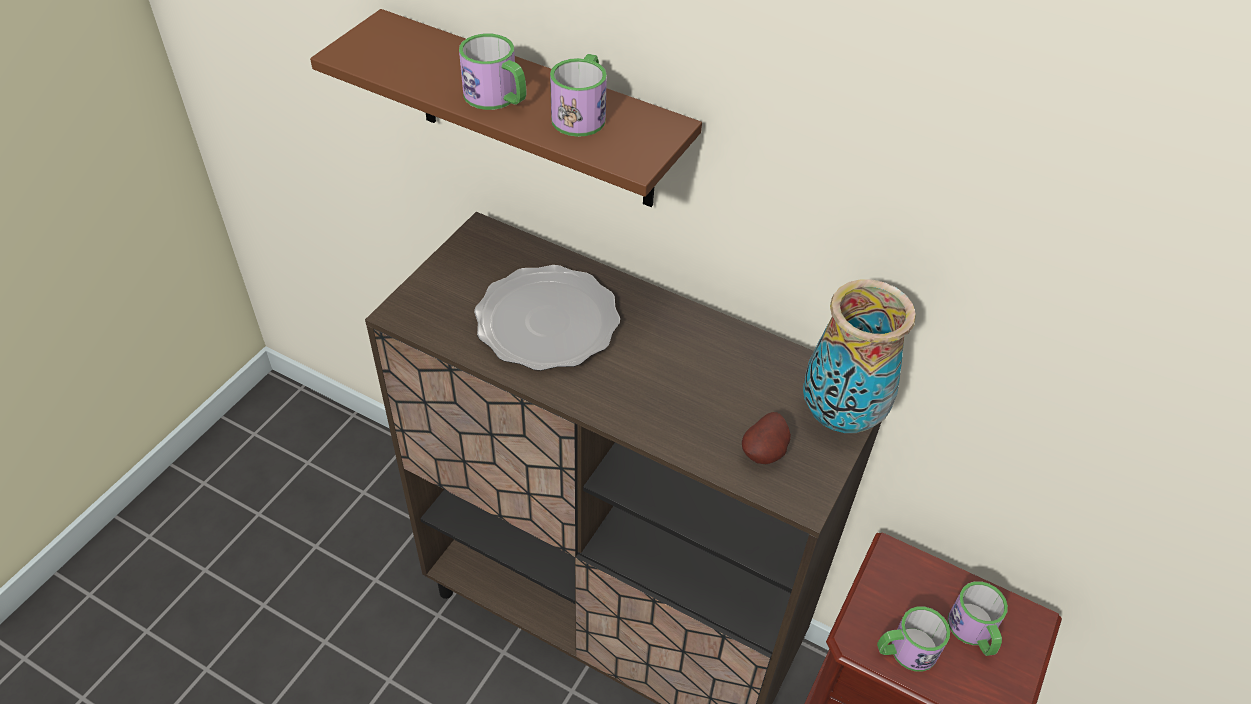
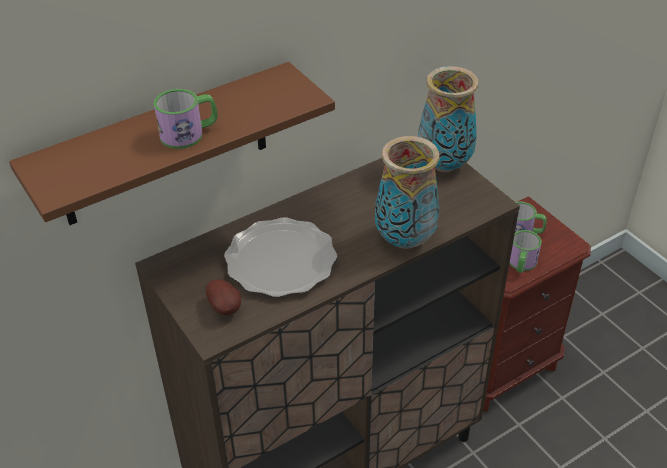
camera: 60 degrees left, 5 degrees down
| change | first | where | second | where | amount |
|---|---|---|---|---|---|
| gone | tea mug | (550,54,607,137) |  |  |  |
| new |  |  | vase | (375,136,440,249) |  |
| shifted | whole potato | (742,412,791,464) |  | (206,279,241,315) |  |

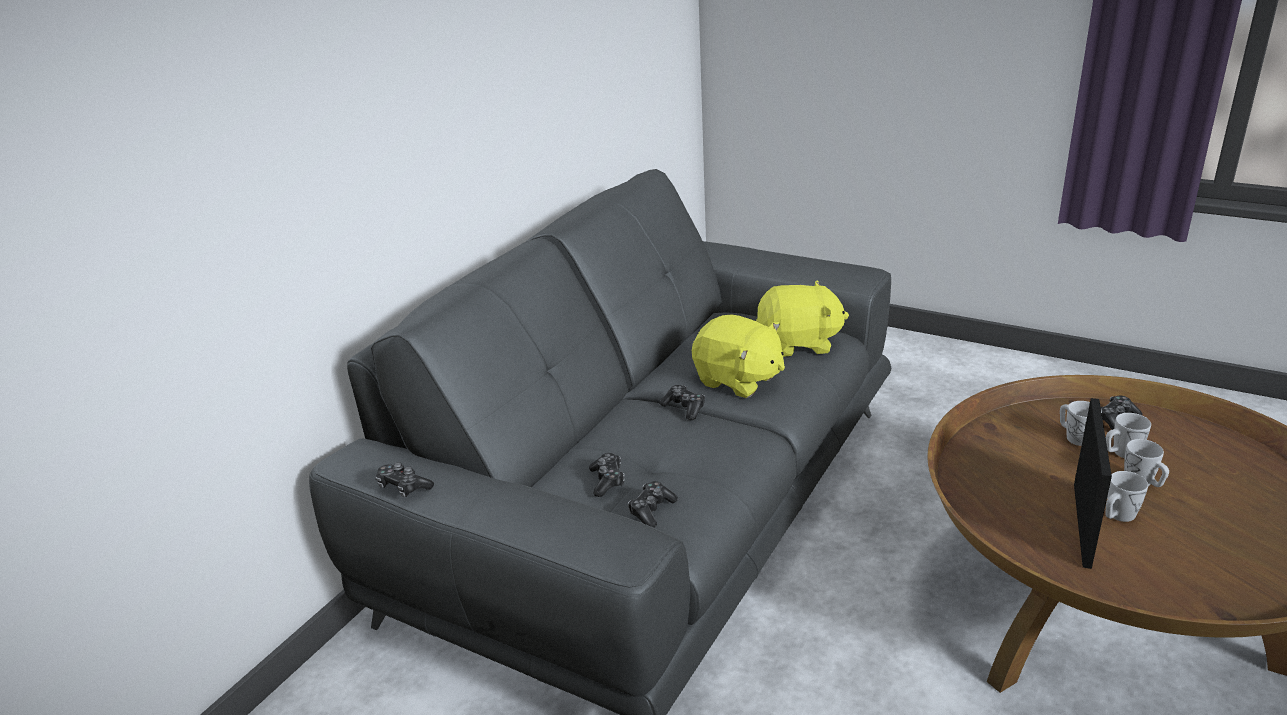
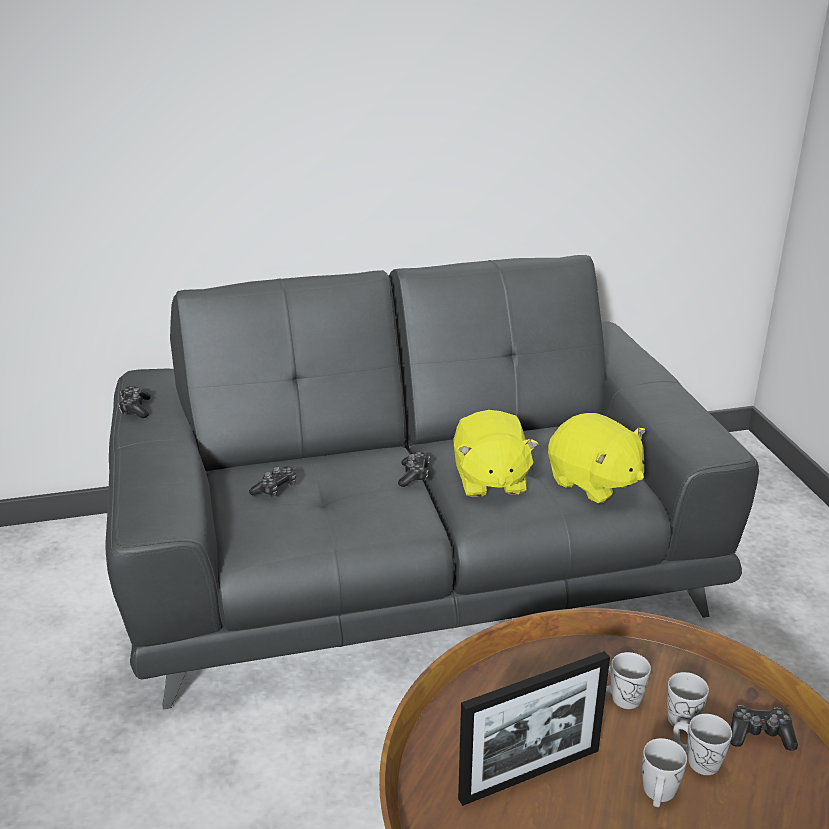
camera: 45 degrees right, 0 degrees up
| change | first | where | second | where | amount |
|---|---|---|---|---|---|
| gone | joypad | (628,481,678,528) |  |  |  |
| shifted | tea mug/whitish | (1105,471,1148,522) |  | (606,652,651,709) |  |

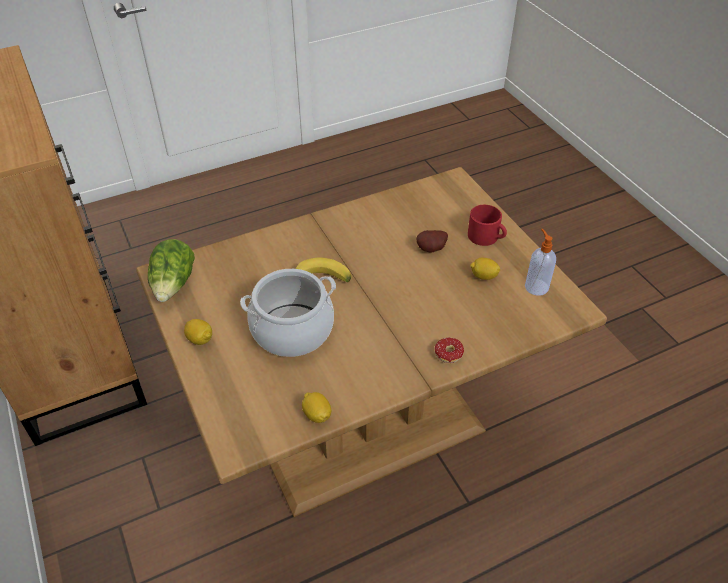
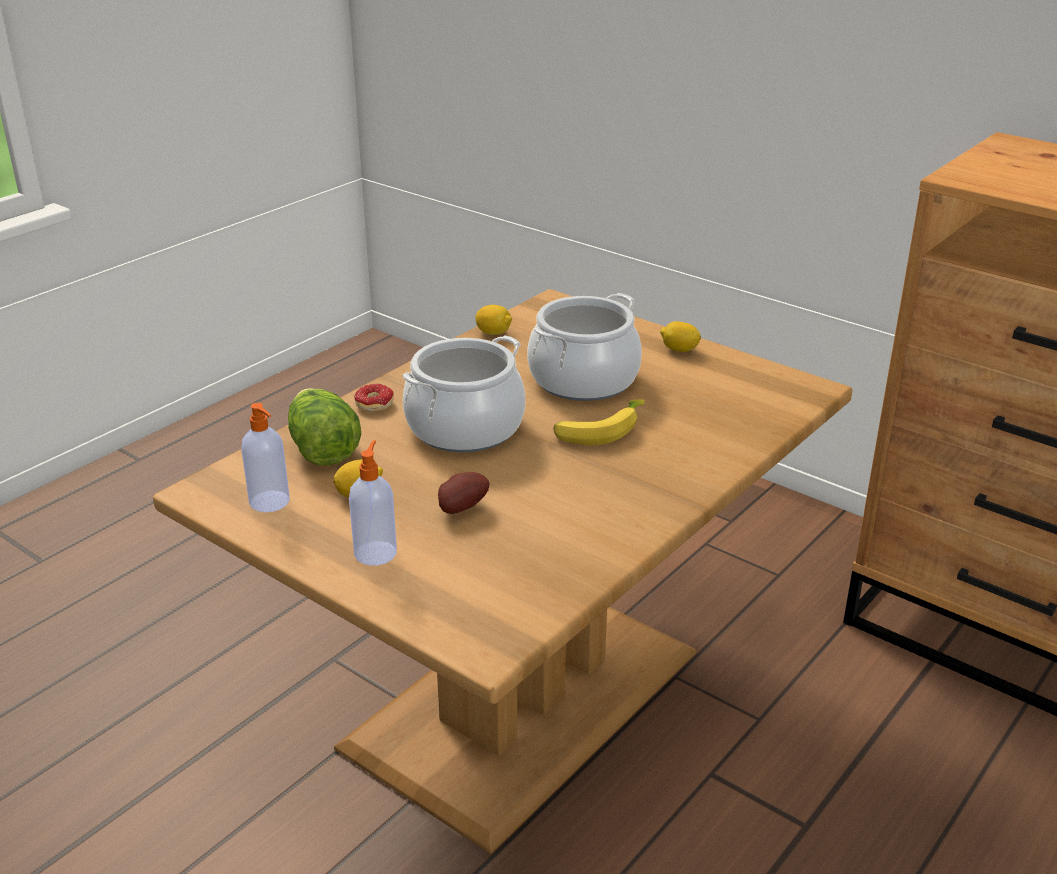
camera: 155 degrees right, 15 degrees down
| change | first | where | second | where | amount |
|---|---|---|---|---|---|
| new |  |  | saucepot | (403,335,525,452) |  |
| shifted | head of lettuce | (148,239,195,302) |  | (288,388,361,466) |  |
| swapped | tea mug/red-coloured | (468,205,507,246) | liquid soap bottle | (349,440,397,566) |  |

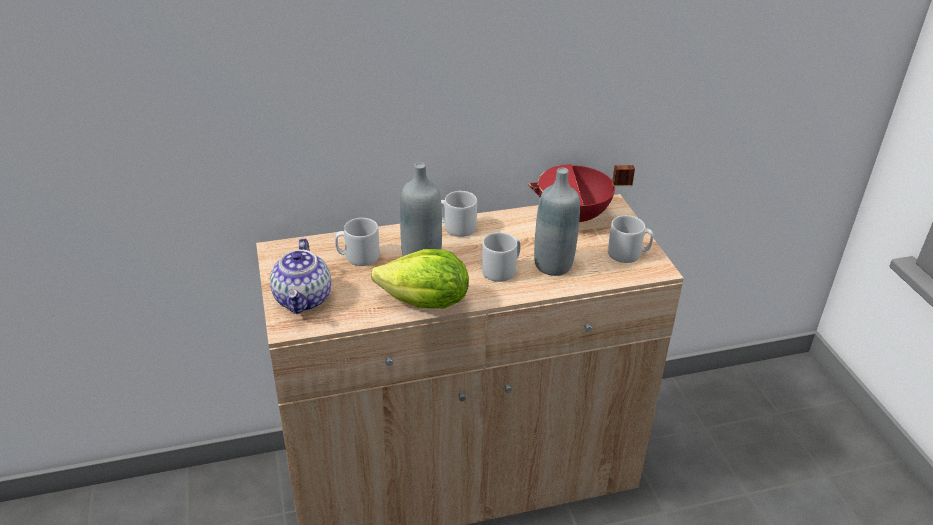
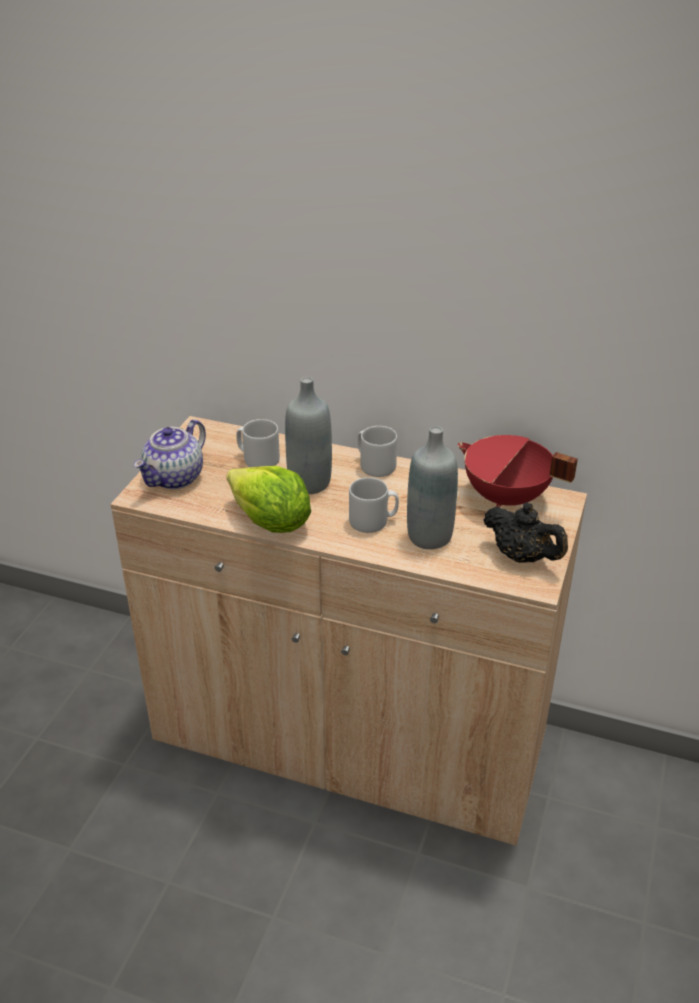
camera: 35 degrees right, 0 degrees up
| change | first | where | second | where | amount |
|---|---|---|---|---|---|
| swapped | tea mug/greyish | (608,215,653,263) | pot for tea/black-coloured | (483,503,568,563) |  |

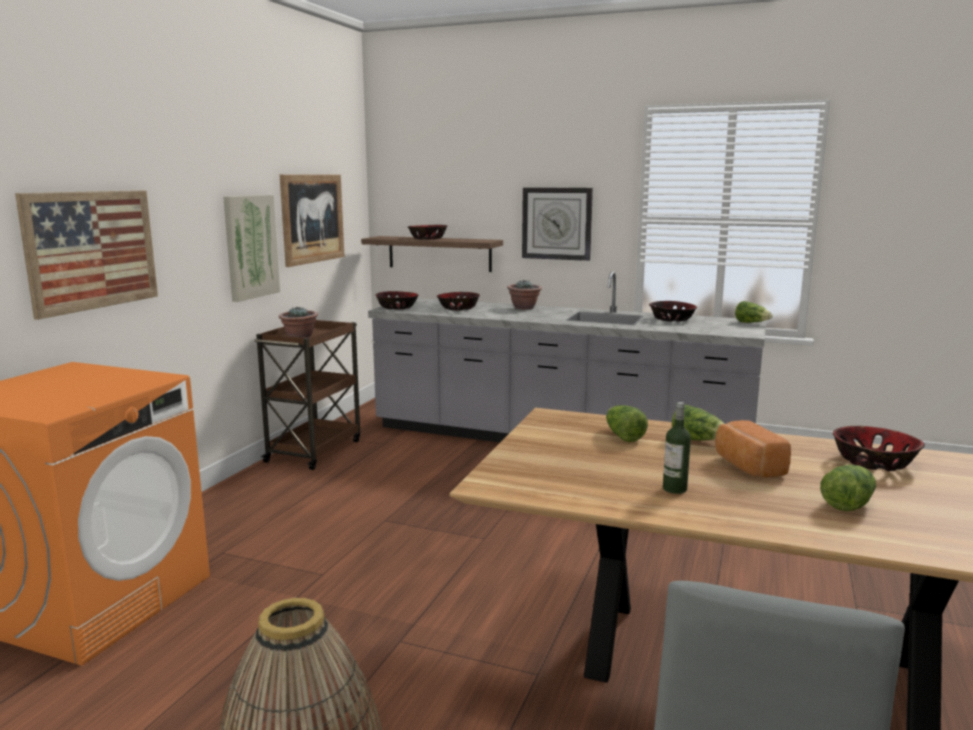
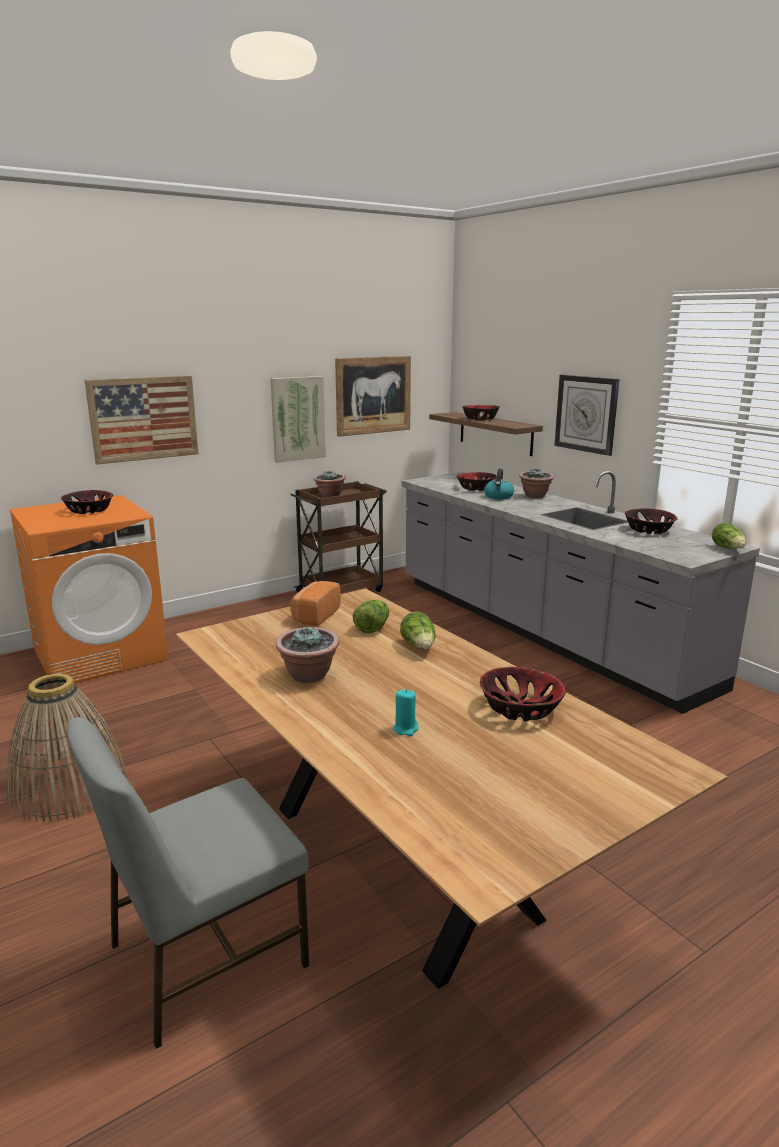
camera: 35 degrees right, 5 degrees up
| change | first | where | second | where | amount |
|---|---|---|---|---|---|
| new |  |  | tea kettle | (484,469,514,500) |  |
| shifted | serving bowl | (376,291,419,310) |  | (61,490,113,514) |  |
| shifted | baked bread | (715,420,791,478) |  | (290,581,341,626) |  |
| swapped | beverage bottle | (663,402,691,494) | plant in a pot | (276,627,339,683) |  |
| swapped | head of lettuce | (820,465,876,511) | wax candle/blue-green | (393,689,418,736) |  |

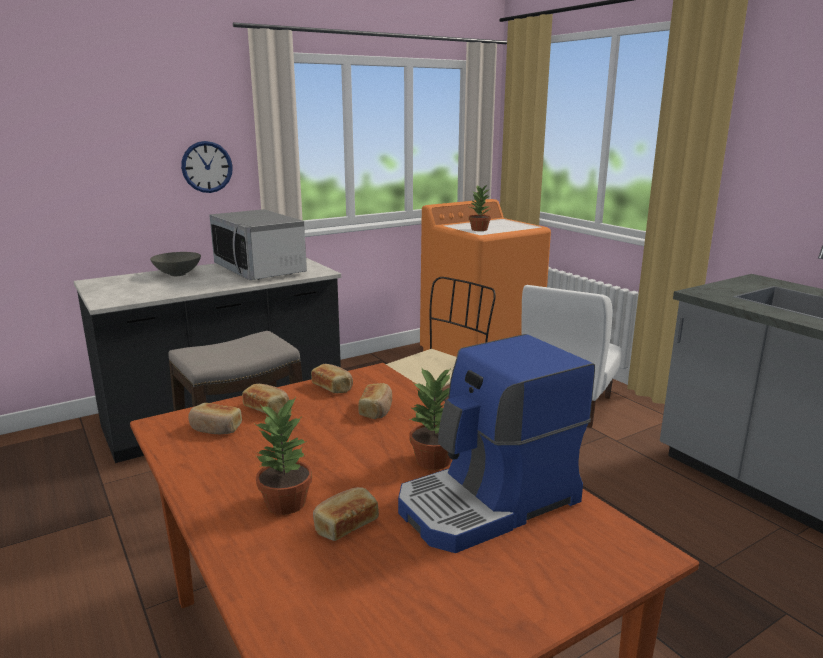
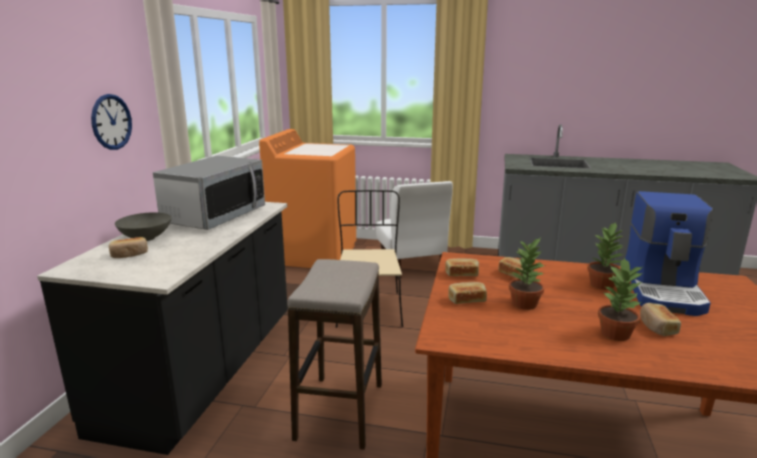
camera: 45 degrees left, 0 degrees up
| change | first | where | second | where | amount |
|---|---|---|---|---|---|
| shifted | baked bread | (188,403,242,434) |  | (109,237,148,258) |  |
| shifted | plant in a pot | (469,184,491,231) |  | (509,239,546,310) |  |
| rotated | microwave oven | (209,209,307,280) |  | (153,155,265,230) | 75 degrees counterclockwise |

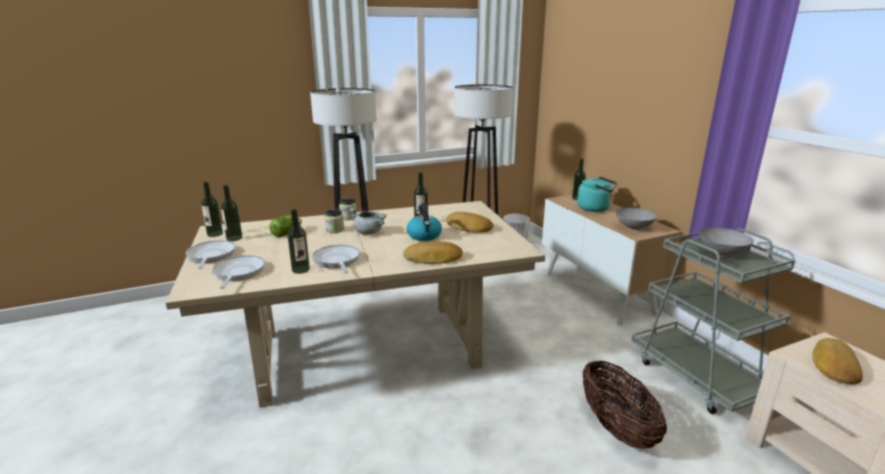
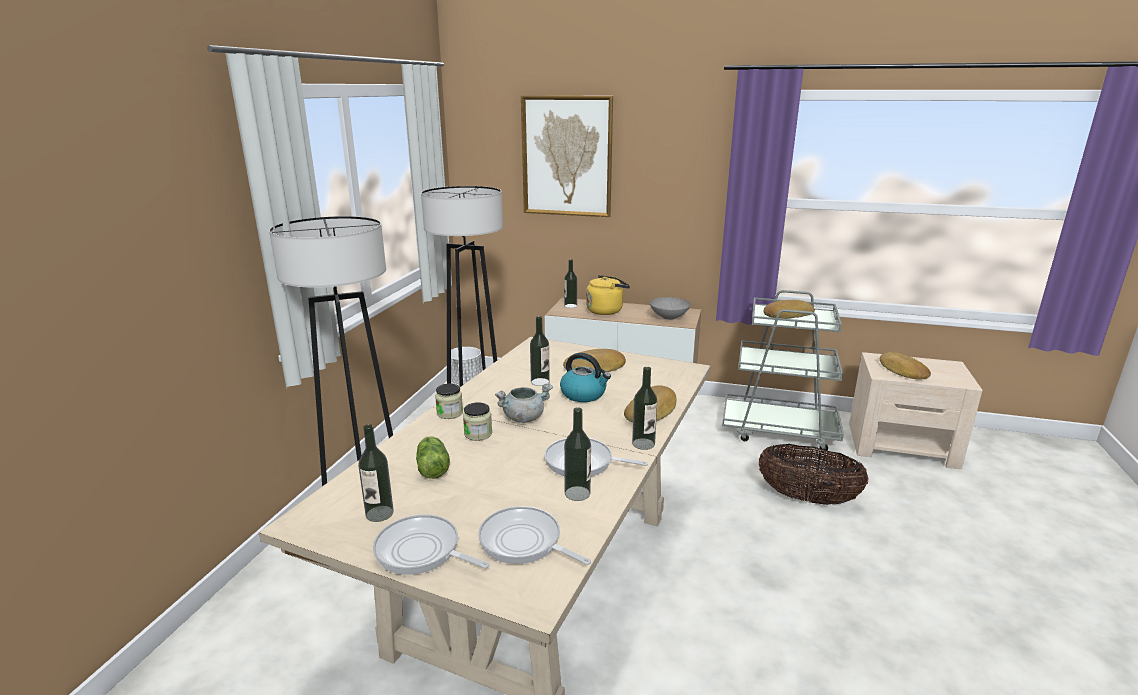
camera: 50 degrees left, 0 degrees up
| change | first | where | second | where | amount |
|---|---|---|---|---|---|
| new |  |  | picture | (521,96,613,217) |  |
| shifted | beverage bottle | (202,182,223,237) |  | (632,367,657,450) |  |
| swapped | serving bowl/greyish | (699,228,754,256) | baked bread | (763,300,815,319) |  |
| repainted | tea kettle/blue-green | (577,176,617,212) | tea kettle/yellow-coloured | (586,275,630,315) |  |

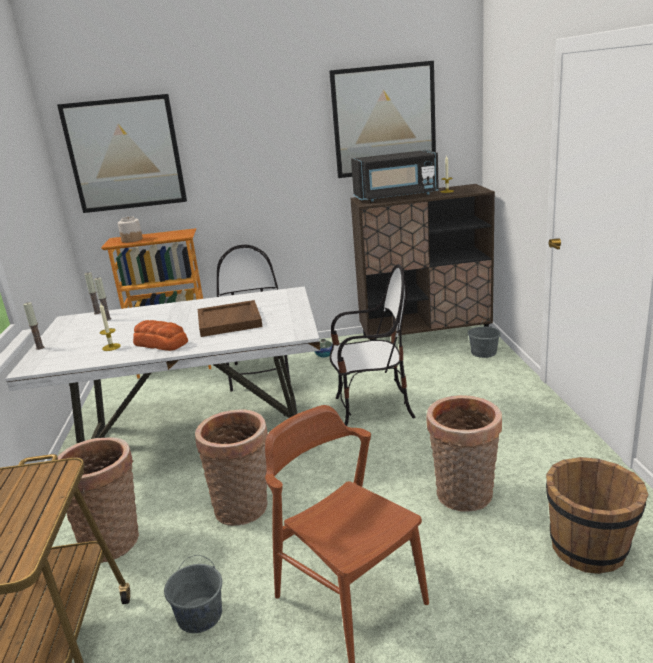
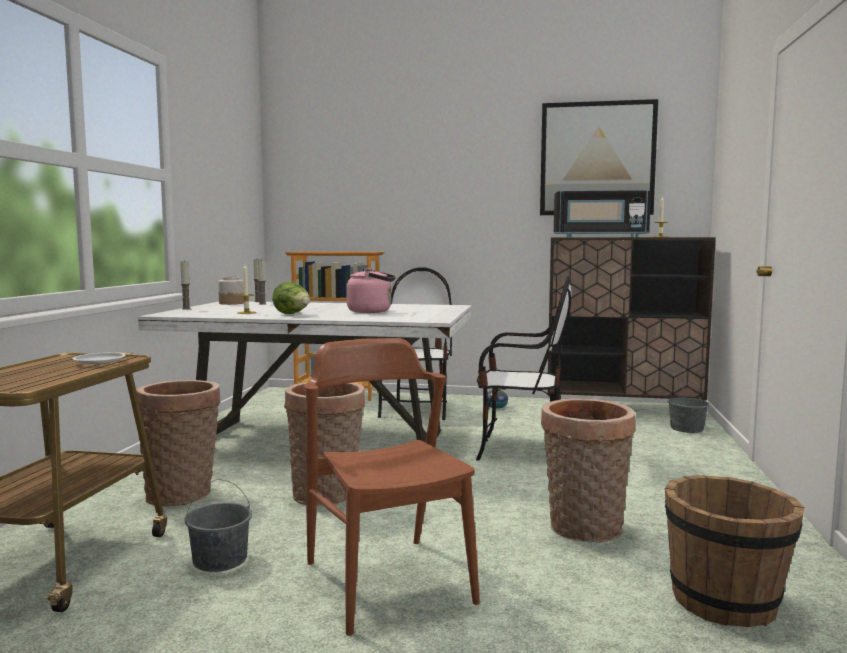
camera: 15 degrees right, 15 degrees down
| change | first | where | second | where | amount |
|---|---|---|---|---|---|
| gone | picture | (57,94,187,213) |  |  |  |
| new |  |  | dinner plate/whitish | (72,352,126,364) |  |
| shifted | storage jar | (118,216,143,243) |  | (218,276,244,305) |  |
| swapped | baked bread | (133,320,188,351) | head of lettuce | (272,282,310,314) |  |
| swapped | tray/brown | (198,300,263,337) | tea kettle/pinkish | (346,268,396,313) |  |

